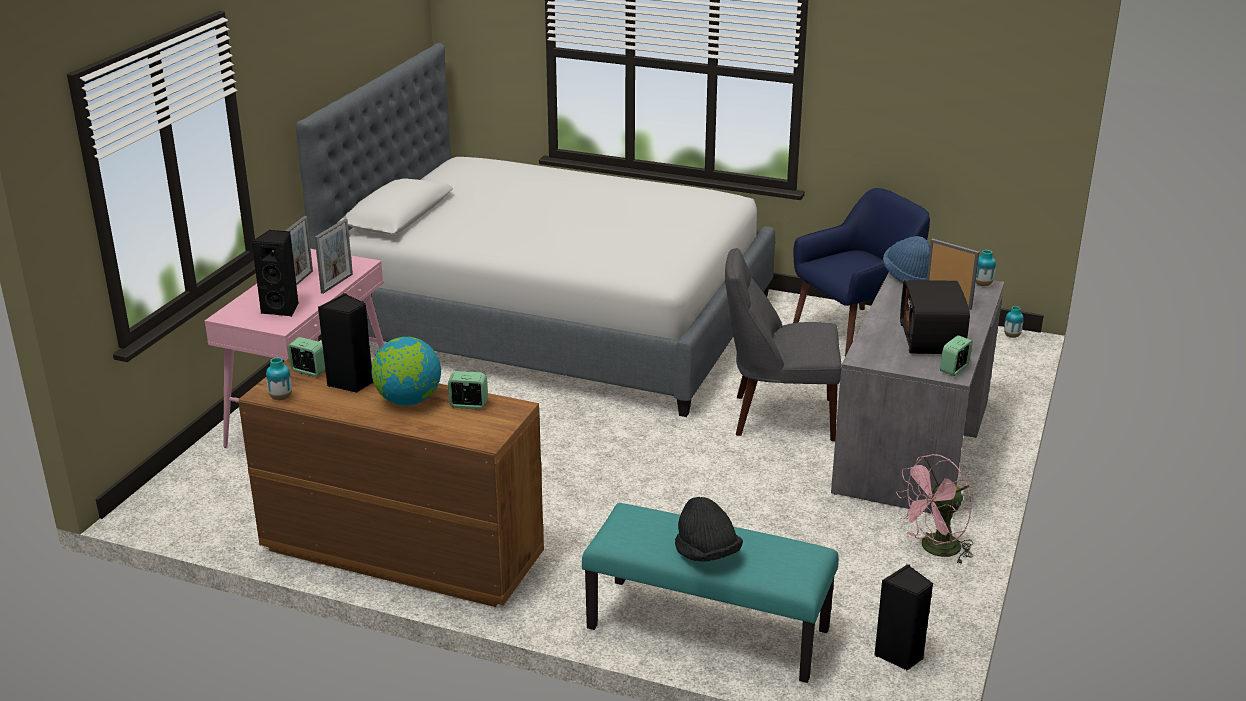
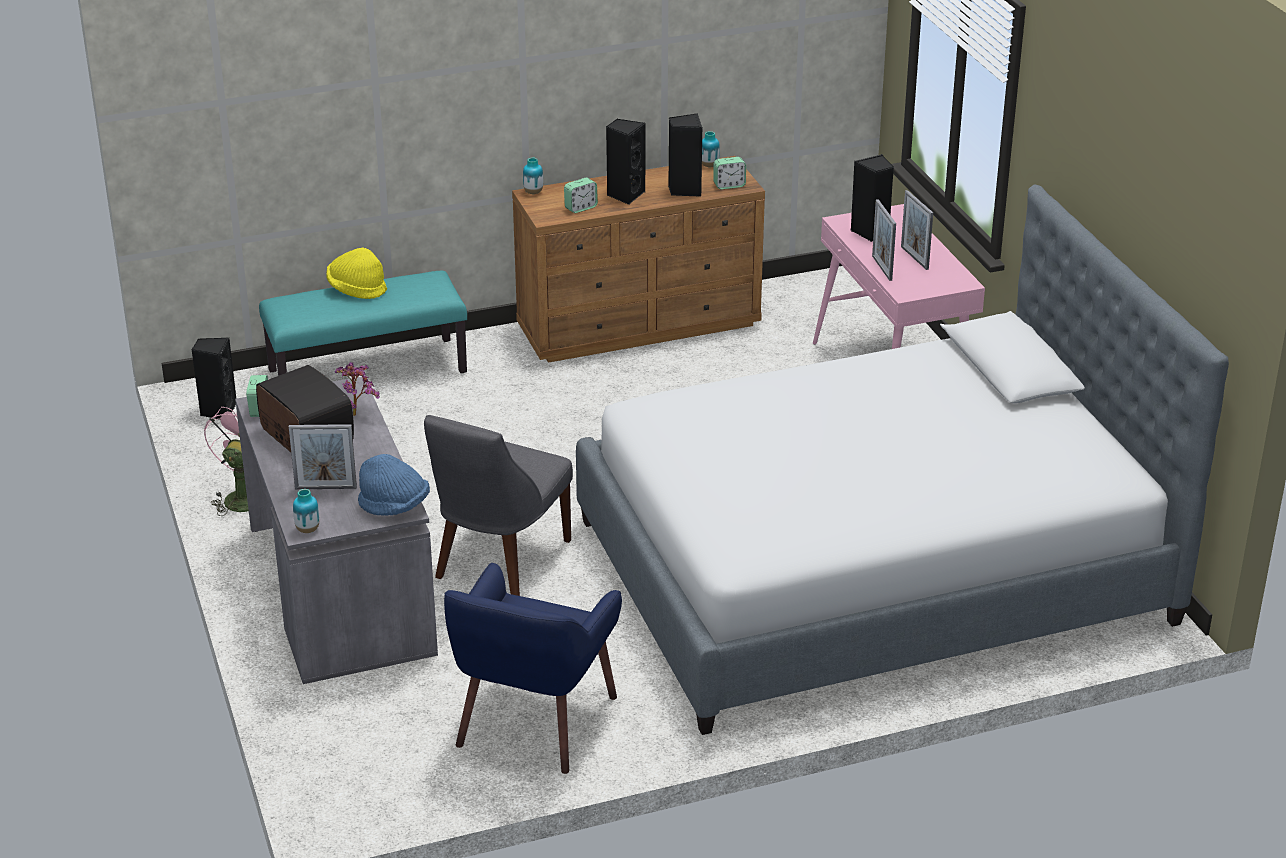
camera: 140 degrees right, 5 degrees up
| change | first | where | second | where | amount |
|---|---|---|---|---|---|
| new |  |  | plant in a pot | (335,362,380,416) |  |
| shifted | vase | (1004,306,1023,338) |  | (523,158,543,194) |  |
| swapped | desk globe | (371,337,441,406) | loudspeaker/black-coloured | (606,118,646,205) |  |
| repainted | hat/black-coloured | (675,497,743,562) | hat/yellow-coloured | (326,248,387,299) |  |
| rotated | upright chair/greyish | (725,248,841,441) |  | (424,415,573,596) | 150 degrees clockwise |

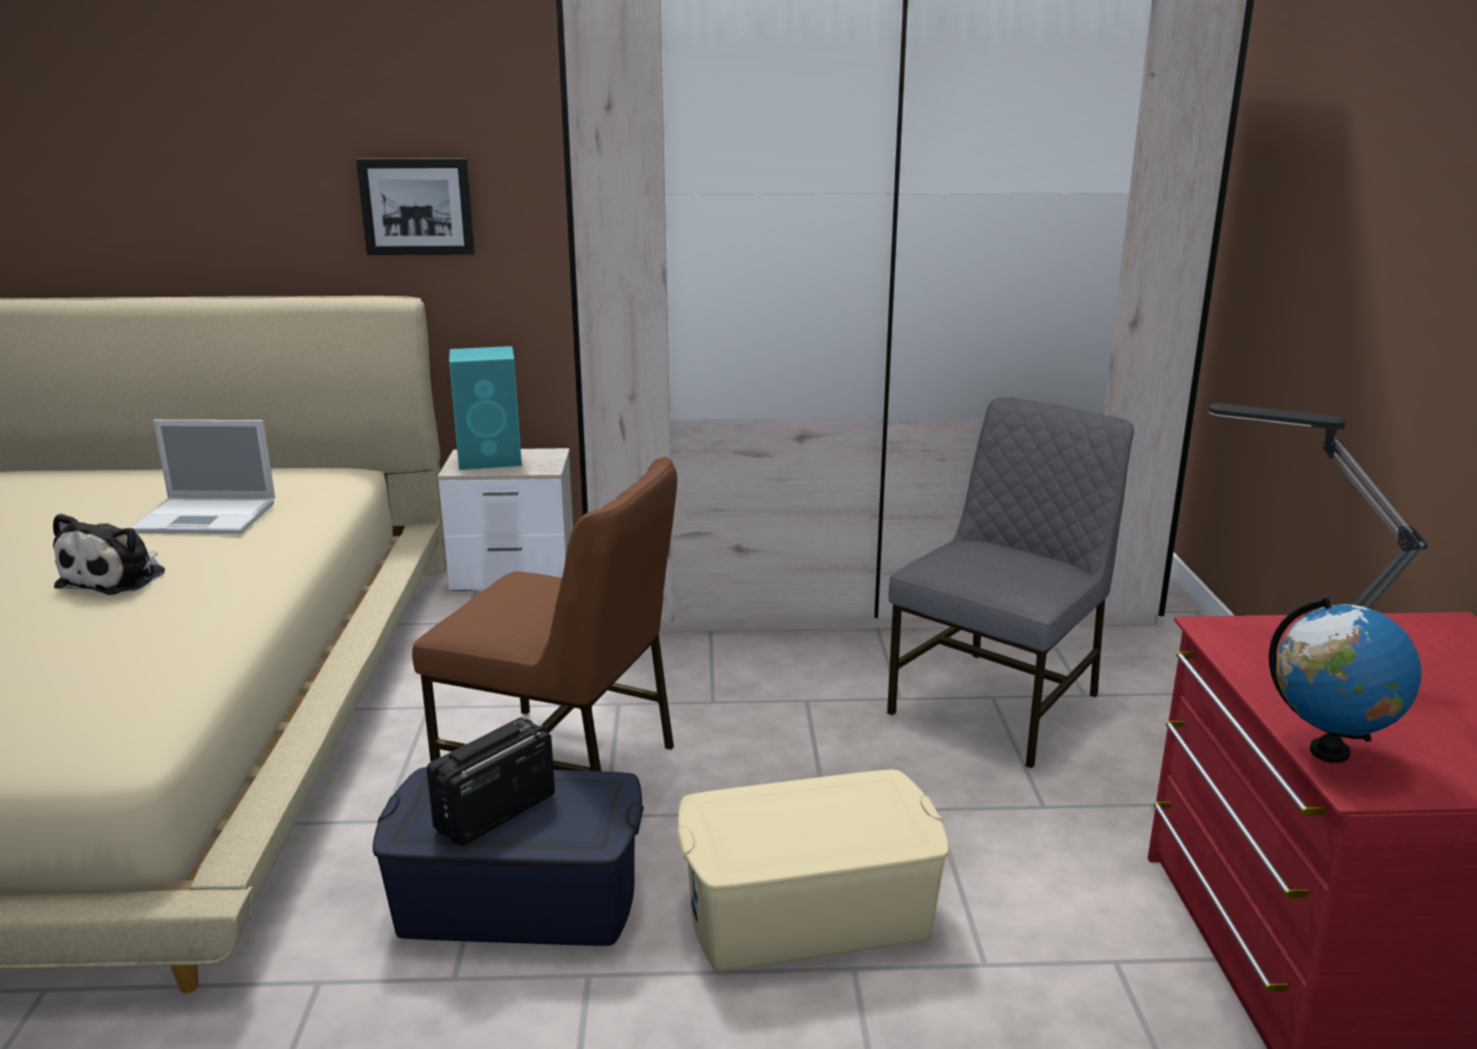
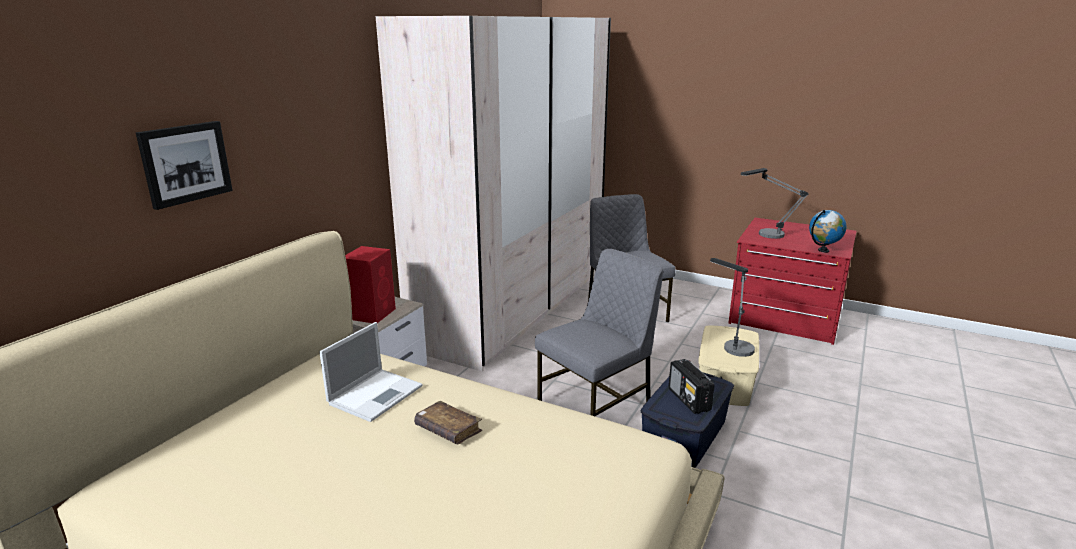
camera: 60 degrees left, 0 degrees up
| change | first | where | second | where | amount |
|---|---|---|---|---|---|
| new |  |  | lamp for a table | (710,258,755,357) |  |
| shifted | picture | (356,158,475,255) |  | (136,121,233,210) |  |
| swapped | soft toy | (53,513,165,595) | bound book/brown | (414,401,482,444) |  |
| repainted | upright chair/brown | (412,457,677,771) | upright chair/greyish | (535,249,663,417) |  |
| repainted | loudspeaker/blue-green | (449,346,522,470) | loudspeaker/red-coloured | (345,246,396,323) |  |

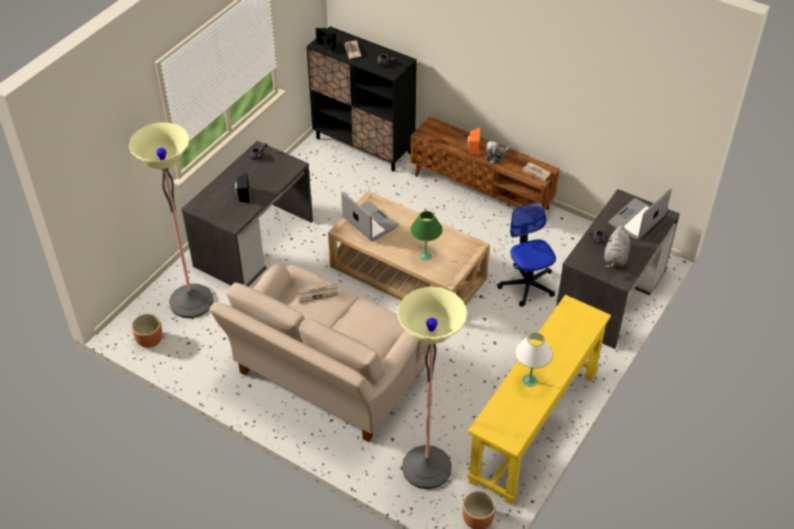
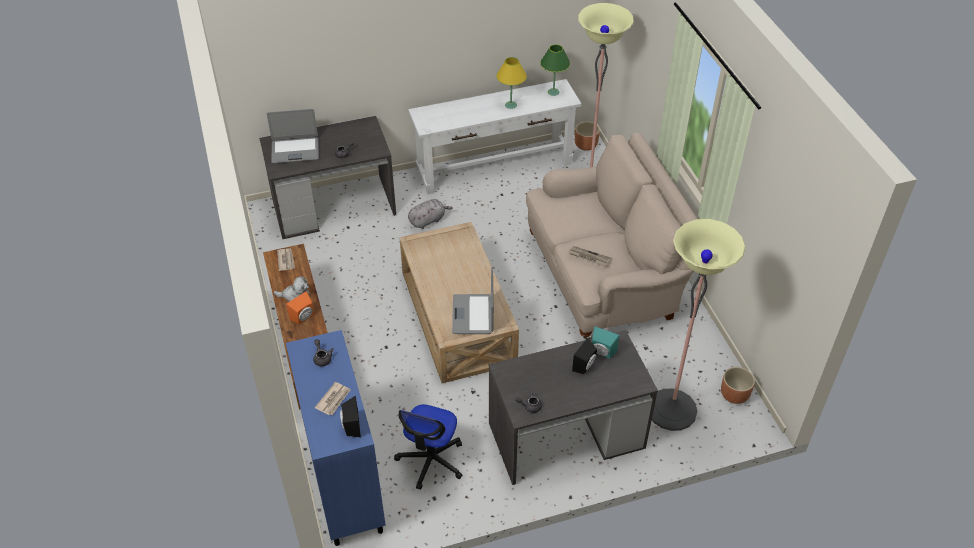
camera: 140 degrees left, 0 degrees up
| change | first | where | second | where | amount |
|---|---|---|---|---|---|
| new |  |  | loudspeaker/blue-green | (592,326,619,359) |  |
| shifted | lamp for a table/greenish | (410,211,443,261) |  | (540,44,570,96) |  |
| shifted | computer chair | (497,202,556,307) |  | (394,404,463,490) |  |
| shifted | soft toy/greyish | (604,226,630,269) |  | (408,199,453,229) |  |
| repainted | cupboard/black-coloured | (306,26,417,171) | cupboard/bluish | (286,330,386,546) |  |
| repainted | console table/yellow-coloured | (467,295,611,505) | console table/whitish | (408,79,582,194) |  |
| repainted | lamp for a table/whitish | (515,333,553,387) | lamp for a table/yellow-coloured | (496,57,527,109) |  |

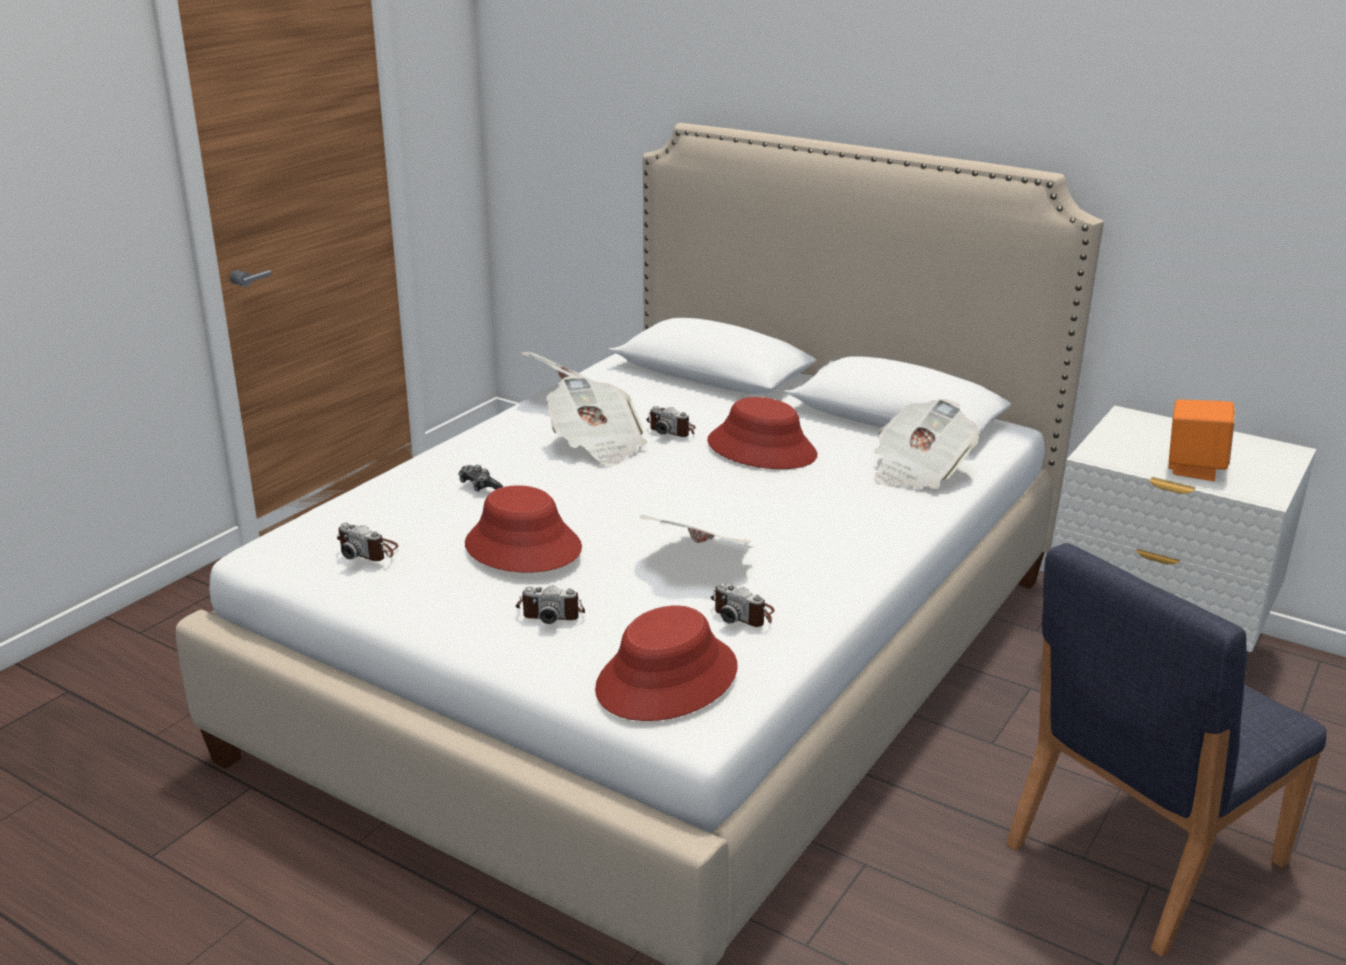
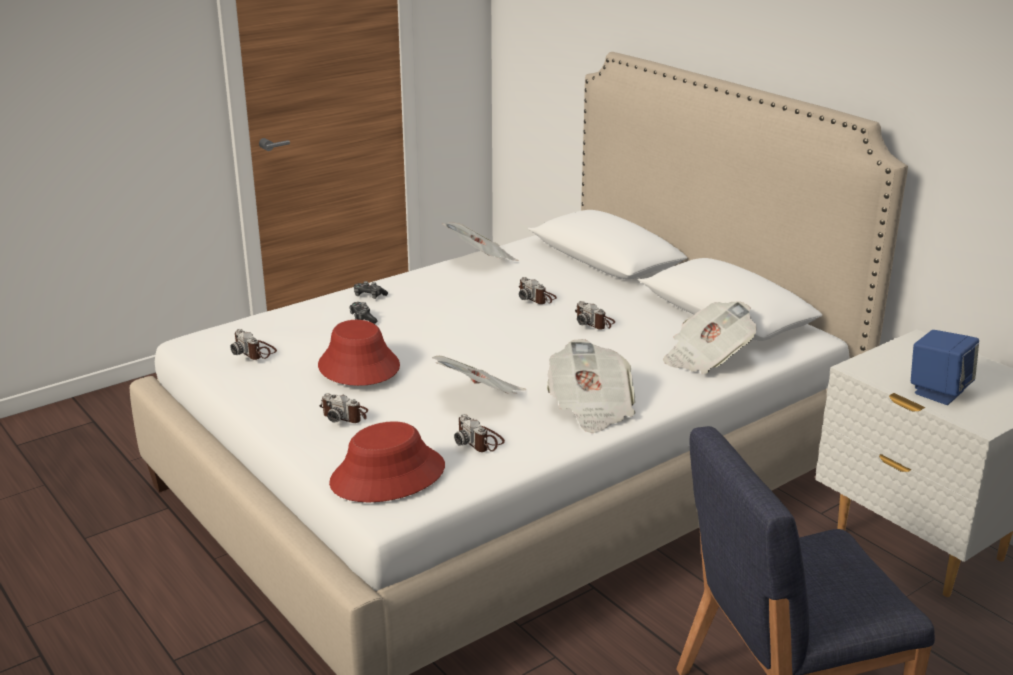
camera: 20 degrees right, 0 degrees up
| change | first | where | second | where | amount |
|---|---|---|---|---|---|
| new |  |  | joypad | (354,281,388,299) |  |
| shifted | newspaper | (546,376,647,467) |  | (546,339,635,433) |  |
| swapped | hat/red-coloured | (707,397,817,469) | photo camera | (575,301,615,330) |  |
| repainted | loudspeaker/orange | (1169,400,1235,481) | loudspeaker/bluish | (911,330,979,405) |  |

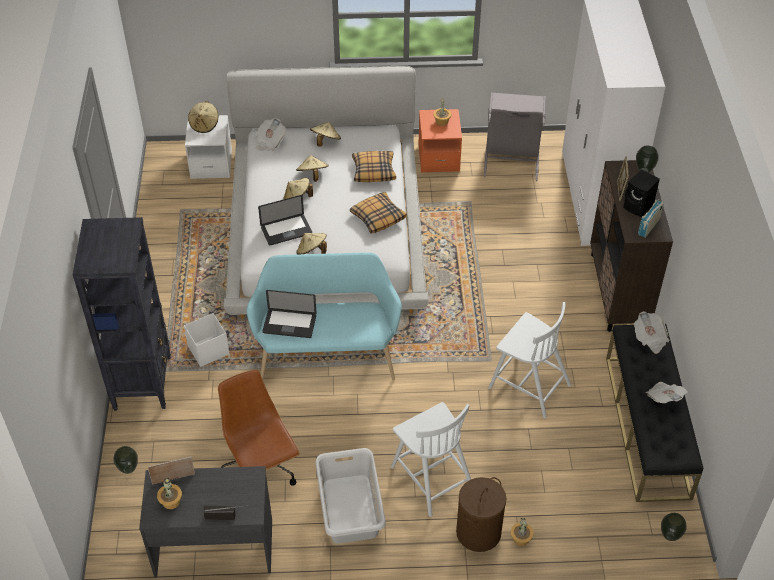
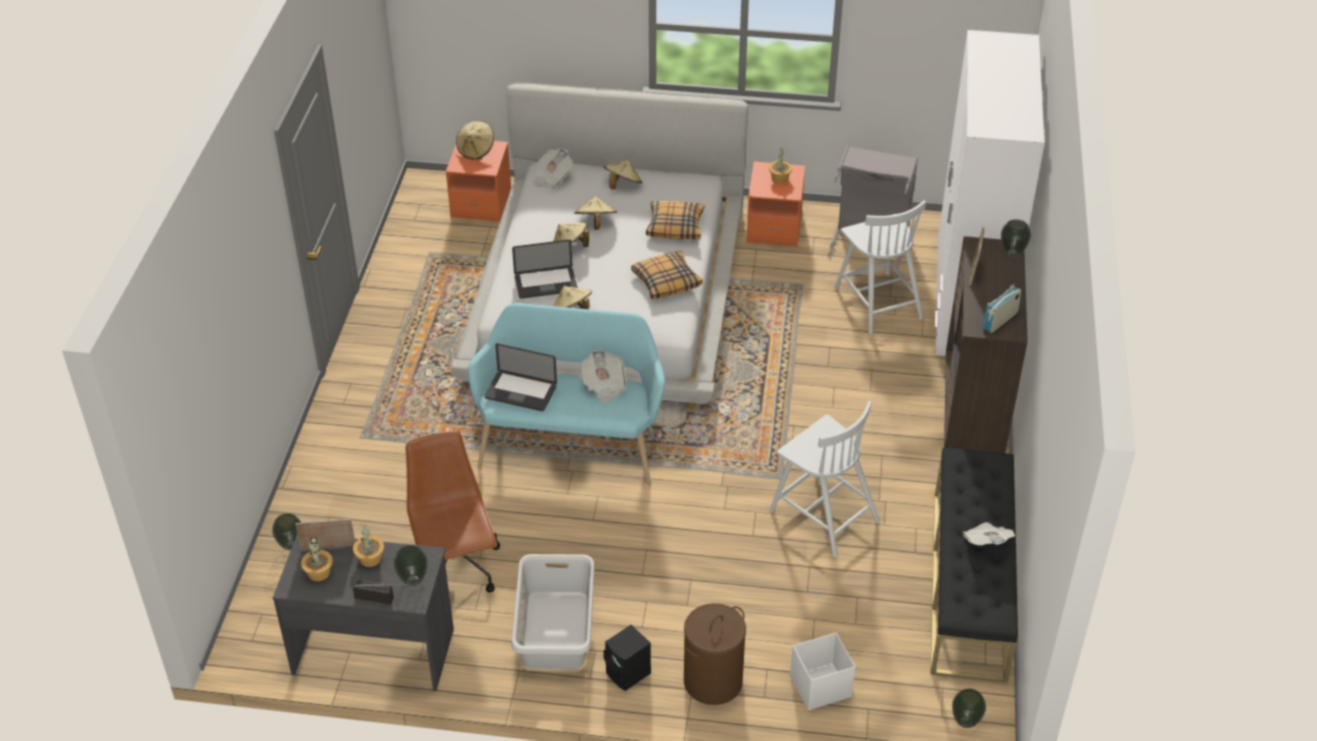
camera: 10 degrees right, 5 degrees down
| change | first | where | second | where | amount |
|---|---|---|---|---|---|
| gone | bookcase/black-coloured | (72,217,171,411) |  |  |  |
| new |  |  | vase | (393,545,428,586) |  |
| shifted | storage container/whitish | (184,313,229,367) |  | (790,633,856,711) |  |
| shifted | upright chair/whitish | (391,402,471,517) |  | (834,200,926,334) |  |
| shifted | plant in a pot | (510,518,534,546) |  | (353,524,384,567) |  |
| shifted | loudspeaker/black-coloured | (623,170,660,217) |  | (603,625,651,691) |  |
| shifted | newspaper | (634,311,670,354) |  | (581,349,627,403) |  |
| repainted | bedside table/whitish | (185,115,232,179) | bedside table/orange | (446,141,511,222) |  |

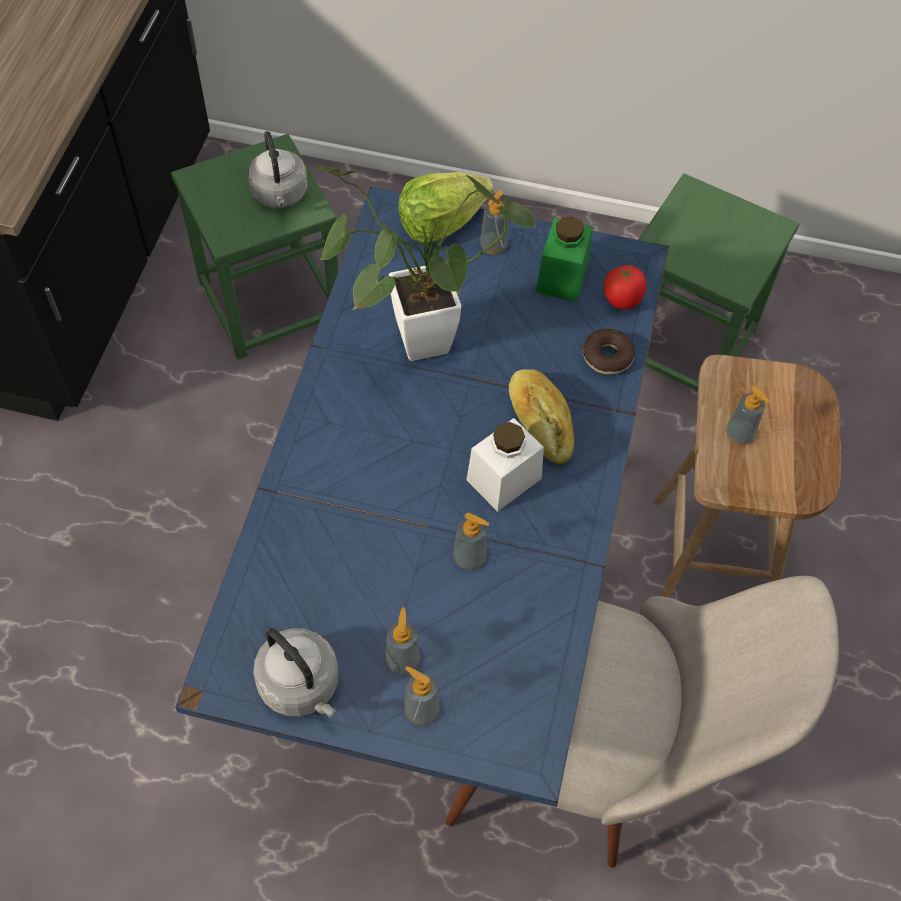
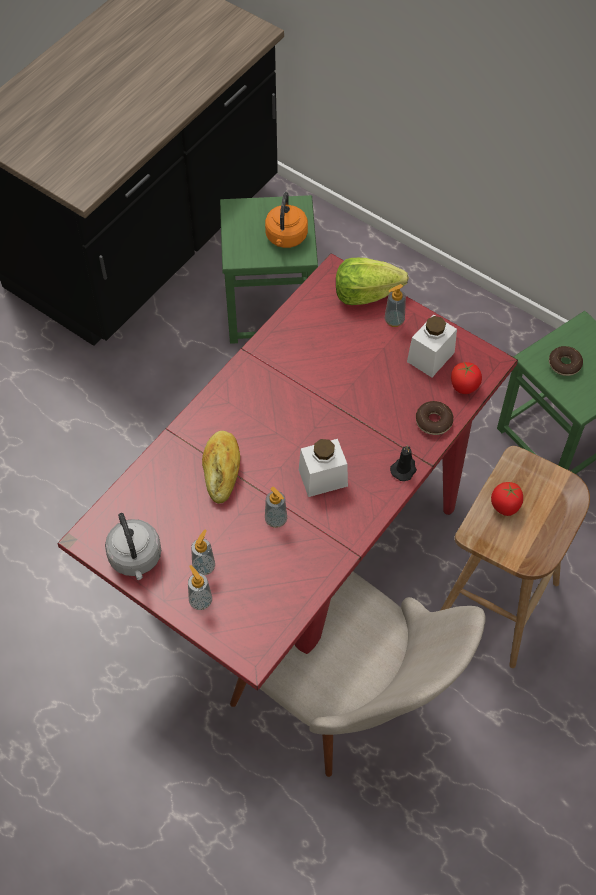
camera: 25 degrees right, 0 degrees up
| change | first | where | second | where | amount |
|---|---|---|---|---|---|
| gone | plant in a pot | (315,164,536,361) |  |  |  |
| new |  |  | wax candle/black-coloured | (390,445,417,481) |  |
| new |  |  | ring doughnut | (549,346,583,376) |  |
| shifted | baked bread | (509,369,574,465) |  | (202,431,240,504) |  |
| swapped | liquid soap bottle | (726,386,770,445) | whole tomato | (491,482,523,516) |  |
| repainted | dinner table/bluish | (175,187,669,807) | dinner table/red-coloured | (57,253,518,691) |  |
| repainted | tea kettle/greyish | (248,131,308,208) | tea kettle/orange | (265,192,308,248) |  |
| repainted | storage jar/greenish | (535,216,593,302) | storage jar/whitish | (407,315,457,377) |  |

